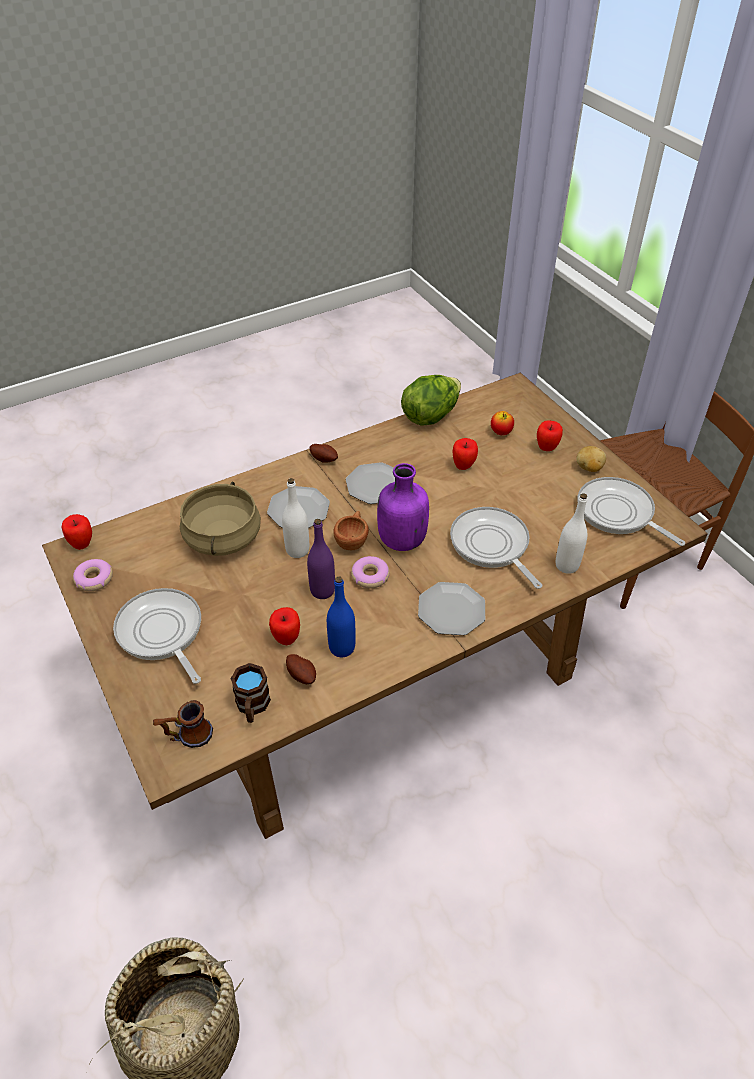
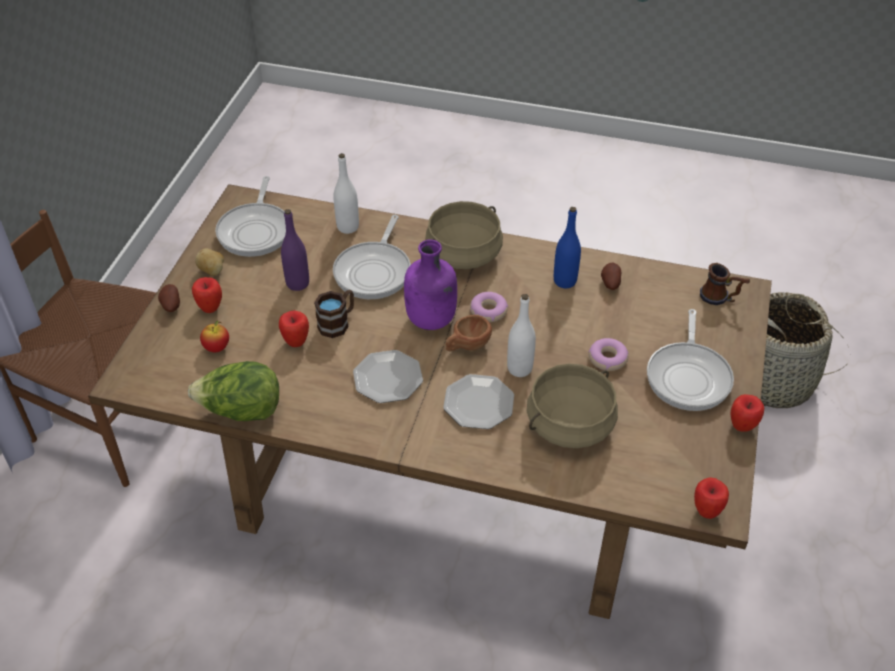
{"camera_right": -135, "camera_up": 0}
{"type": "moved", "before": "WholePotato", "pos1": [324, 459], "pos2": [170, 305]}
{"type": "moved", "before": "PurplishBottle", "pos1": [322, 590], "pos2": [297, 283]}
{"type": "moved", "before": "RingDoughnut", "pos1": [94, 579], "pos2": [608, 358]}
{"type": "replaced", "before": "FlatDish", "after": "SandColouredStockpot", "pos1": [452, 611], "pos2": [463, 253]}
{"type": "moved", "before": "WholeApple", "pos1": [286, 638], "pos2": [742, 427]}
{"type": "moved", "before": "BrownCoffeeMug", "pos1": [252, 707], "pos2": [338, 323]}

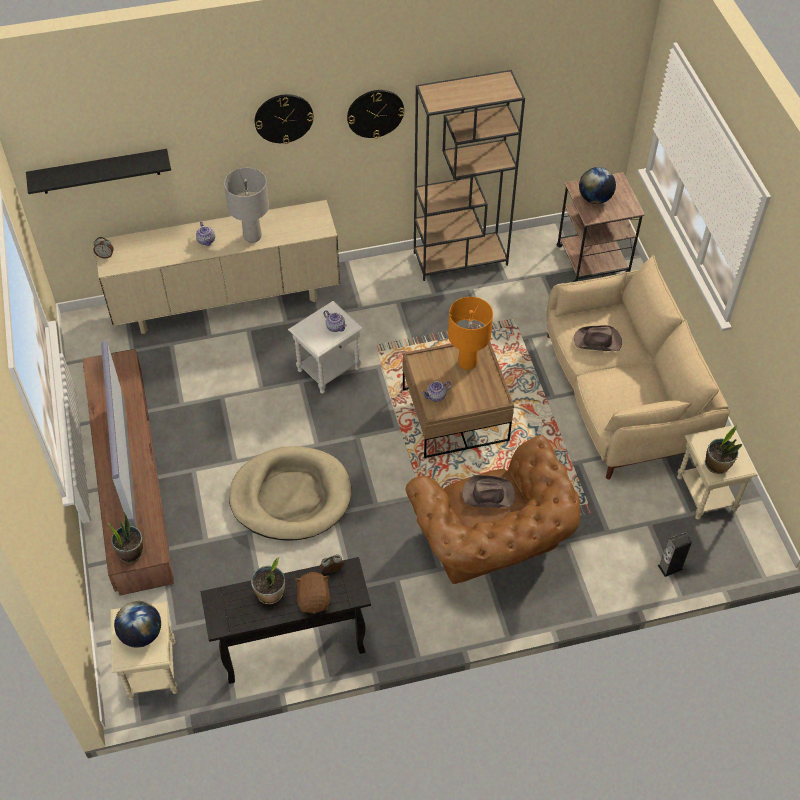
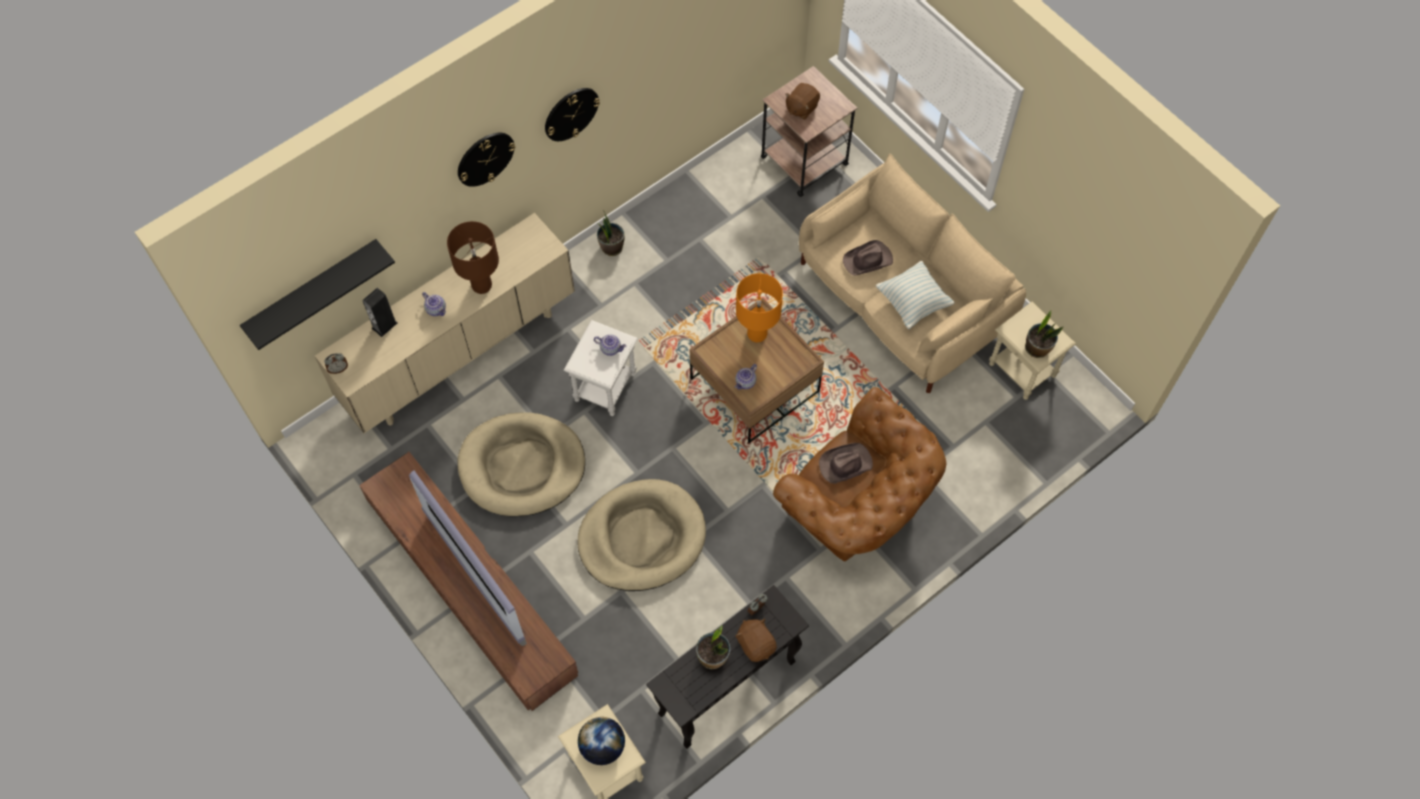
{"camera_right": -25, "camera_up": 10}
{"type": "removed", "before": "Bookcase", "pos1": [460, 258]}
{"type": "replaced", "before": "DeskGlobe", "after": "BrownPlushToy", "pos1": [595, 199], "pos2": [801, 108]}
{"type": "recoloured", "before": "GreyishTableLamp", "after": "BrownTableLamp", "pos1": [252, 237], "pos2": [482, 286]}
{"type": "moved", "before": "PottedPlant", "pos1": [131, 552], "pos2": [611, 247]}
{"type": "moved", "before": "AudioSpeaker", "pos1": [670, 567], "pos2": [384, 325]}
{"type": "added", "after": "Cushion", "pos2": [913, 302]}
{"type": "added", "after": "SandColouredPetBed", "pos2": [522, 466]}

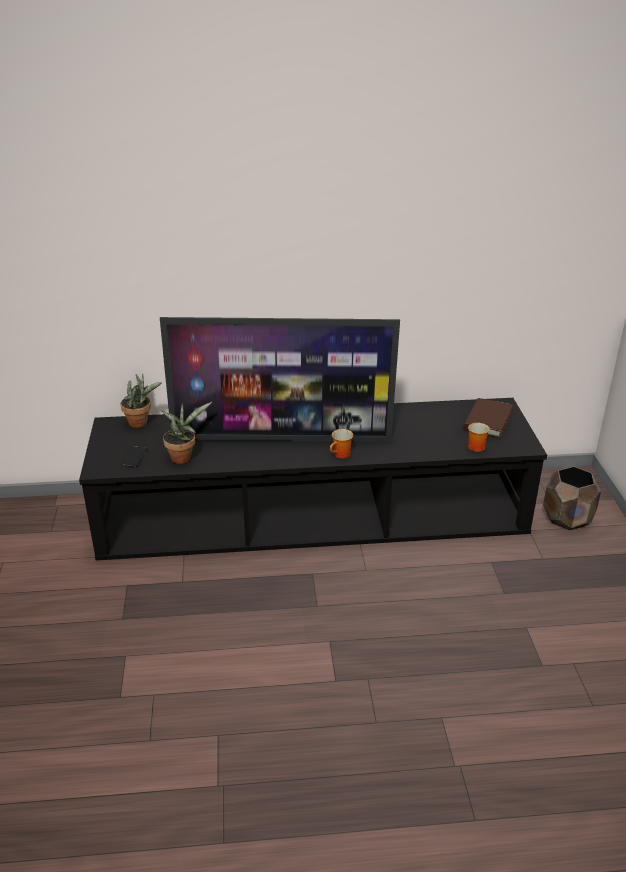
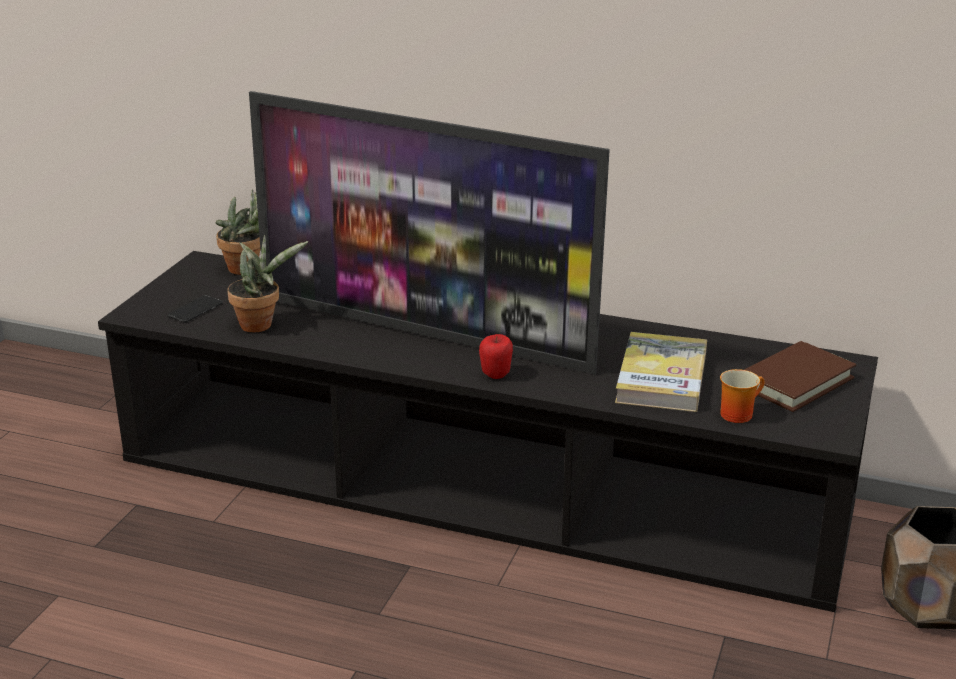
{"camera_right": 25, "camera_up": -5}
{"type": "replaced", "before": "CoffeeMug", "after": "WholeApple", "pos1": [341, 455], "pos2": [495, 375]}
{"type": "added", "after": "BoundBook", "pos2": [662, 377]}

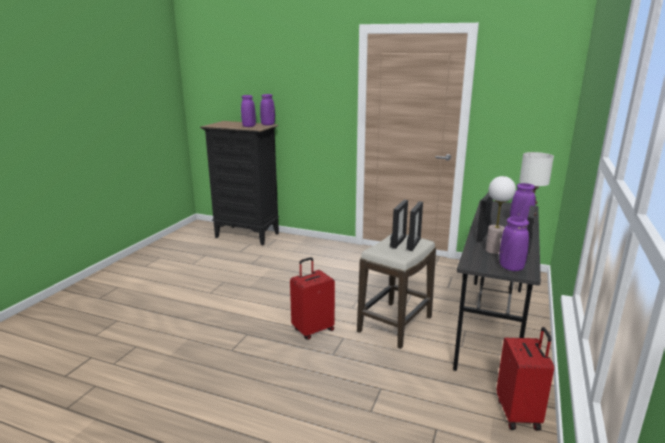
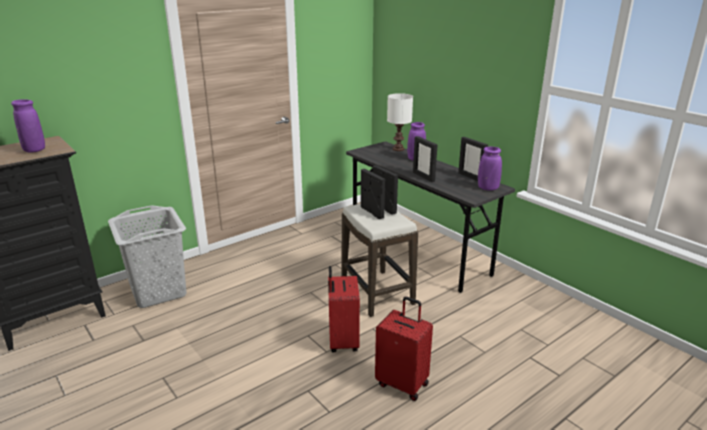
{"camera_right": -60, "camera_up": 5}
{"type": "removed", "before": "PurplishFlowerVase", "pos1": [268, 125]}
{"type": "removed", "before": "TableLamp", "pos1": [494, 251]}
{"type": "moved", "before": "RedTravelCase", "pos1": [519, 414], "pos2": [403, 383]}
{"type": "added", "after": "GreyishLaundryBasket", "pos2": [159, 291]}

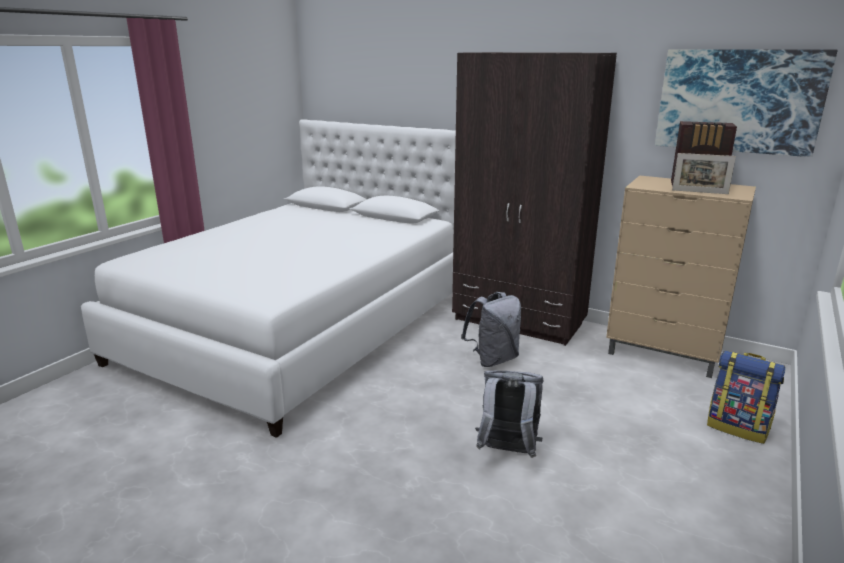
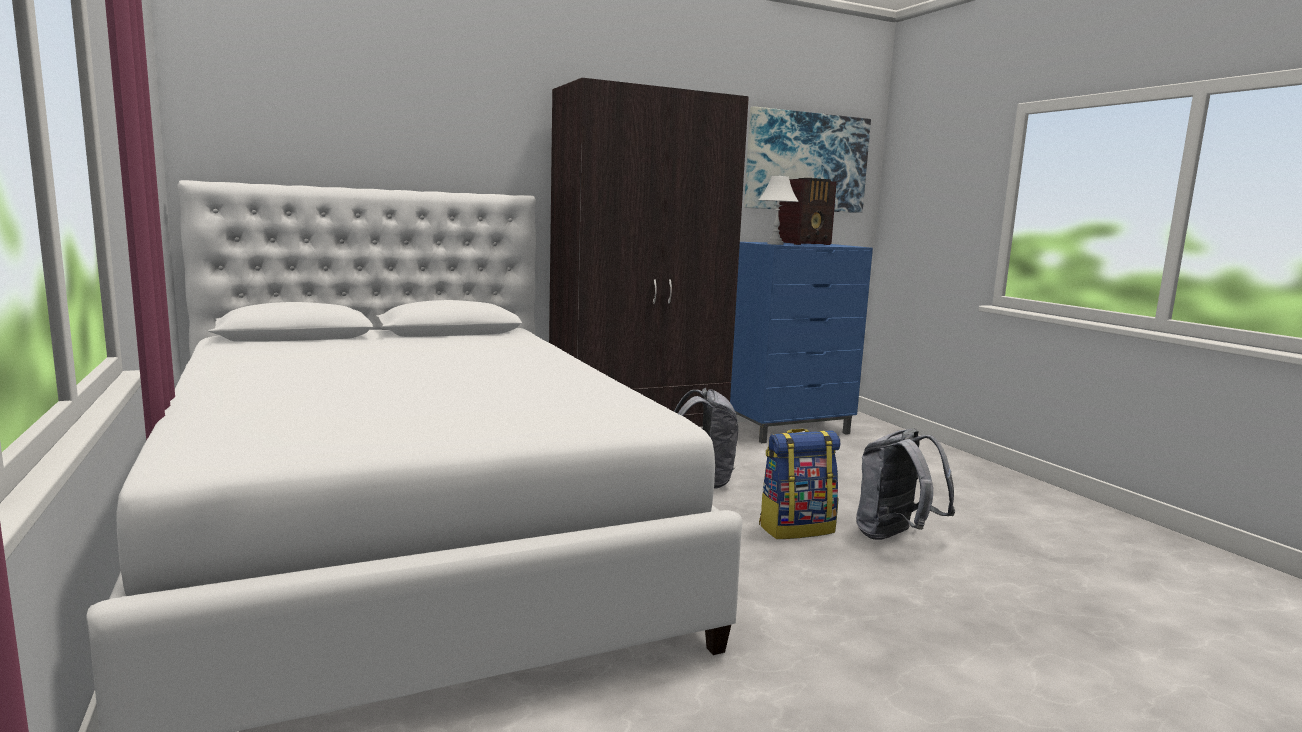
{"camera_right": -55, "camera_up": -10}
{"type": "removed", "before": "PictureFrame", "pos1": [699, 192]}
{"type": "recoloured", "before": "SandColouredDrawerChest", "after": "BluishDrawerChest", "pos1": [664, 353], "pos2": [789, 429]}
{"type": "moved", "before": "Backpack", "pos1": [738, 427], "pos2": [796, 528]}
{"type": "added", "after": "WhiteColouredTableLamp", "pos2": [775, 244]}

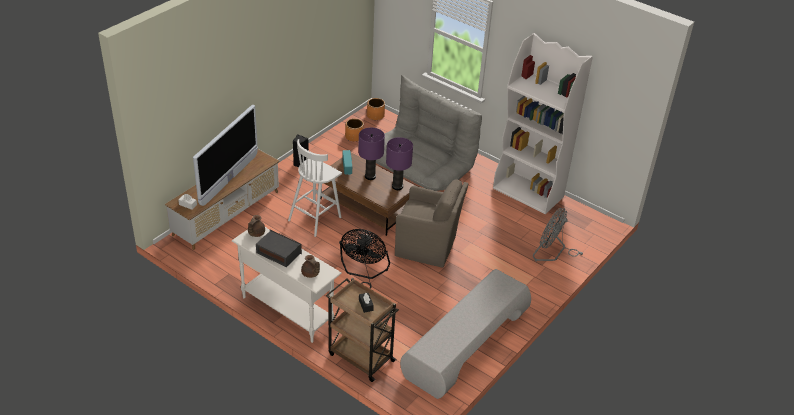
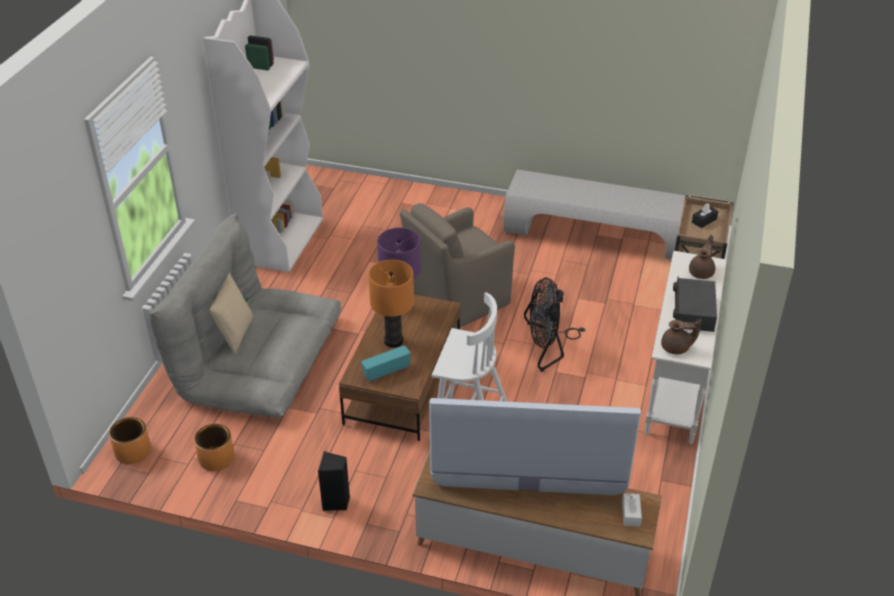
{"camera_right": -110, "camera_up": 0}
{"type": "recoloured", "before": "PurplishTableLamp", "after": "OrangeColouredTableLamp", "pos1": [370, 176], "pos2": [393, 341]}
{"type": "turned", "before": "BrownArmchair", "pos1": [427, 247], "pos2": [457, 300], "turn": -120}
{"type": "removed", "before": "GreyishElectricFan", "pos1": [554, 250]}
{"type": "added", "after": "SandColouredCushion", "pos2": [235, 334]}

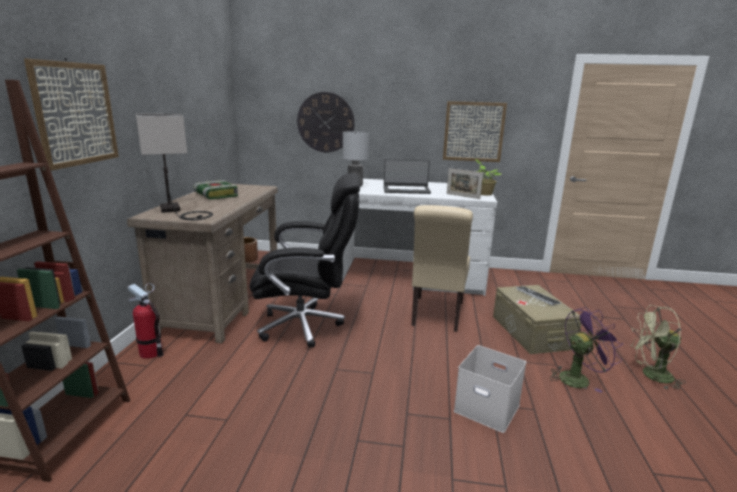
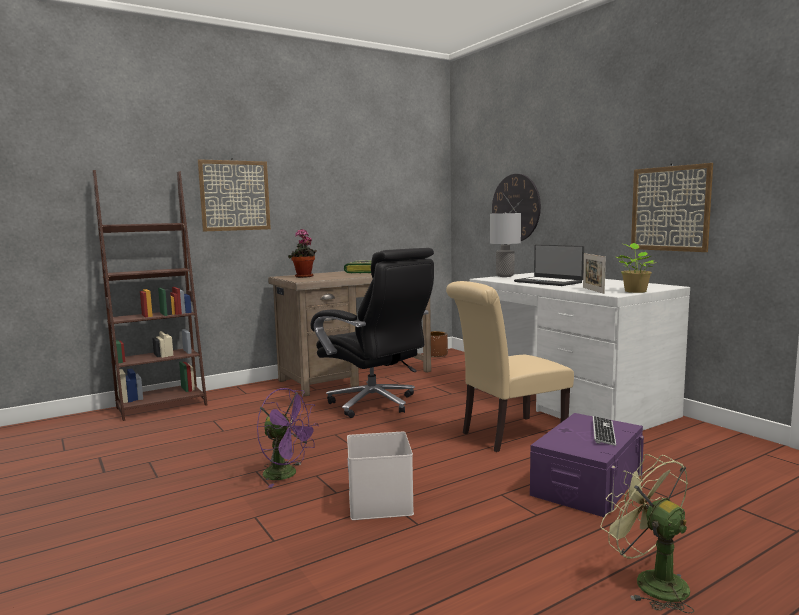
{"camera_right": 50, "camera_up": -10}
{"type": "replaced", "before": "TableLamp", "after": "PottedPlant", "pos1": [179, 212], "pos2": [304, 277]}
{"type": "removed", "before": "Extinguisher", "pos1": [151, 352]}
{"type": "recoloured", "before": "SandColouredStorageBox", "after": "PurplishStorageBox", "pos1": [531, 332], "pos2": [587, 483]}
{"type": "moved", "before": "PurplishElectricFan", "pos1": [578, 378], "pos2": [287, 474]}

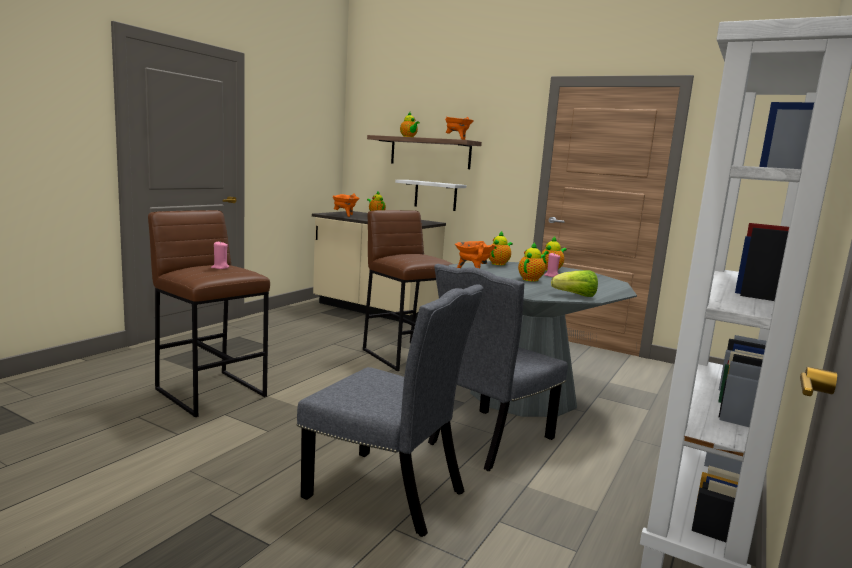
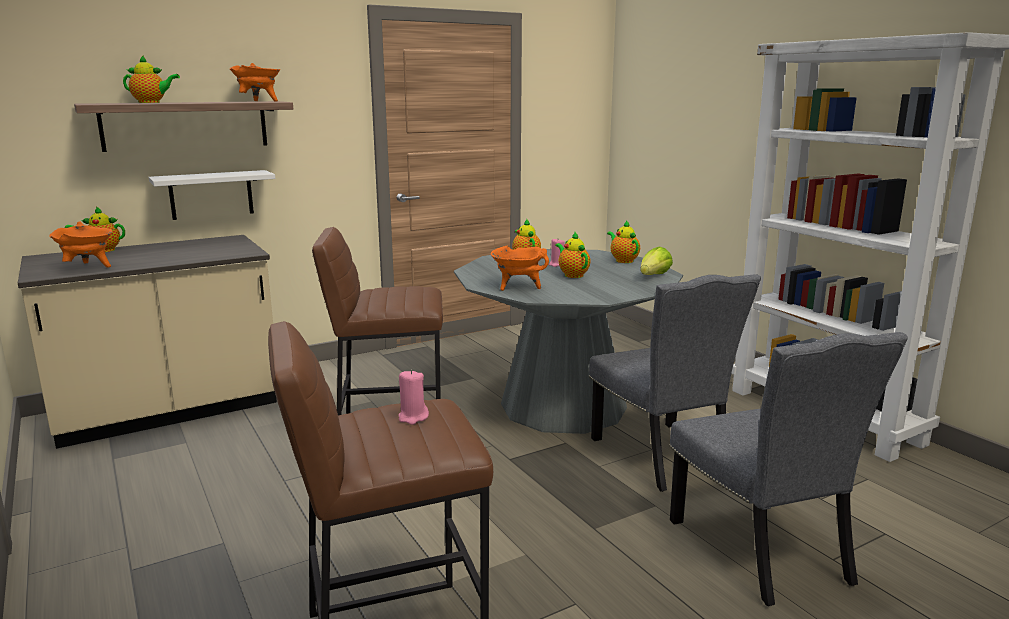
{"camera_right": -60, "camera_up": 5}
{"type": "moved", "before": "PotForTea", "pos1": [499, 263], "pos2": [623, 260]}
{"type": "turned", "before": "GreyishPlainChair", "pos1": [384, 491], "pos2": [759, 547], "turn": 105}

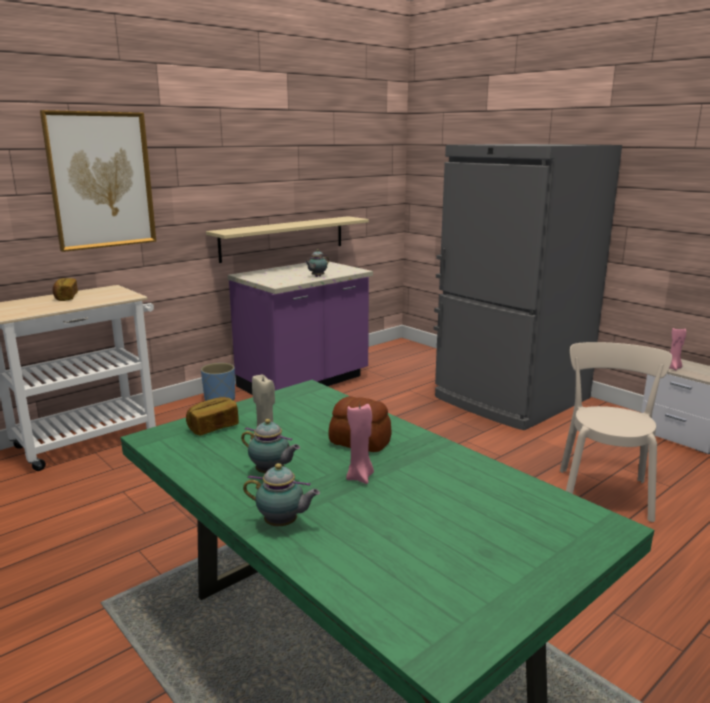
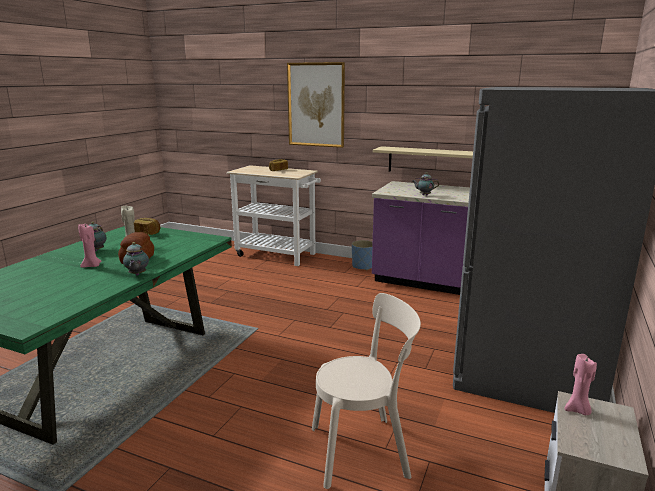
{"camera_right": 65, "camera_up": 0}
{"type": "moved", "before": "PotForTea", "pos1": [283, 524], "pos2": [137, 274]}

